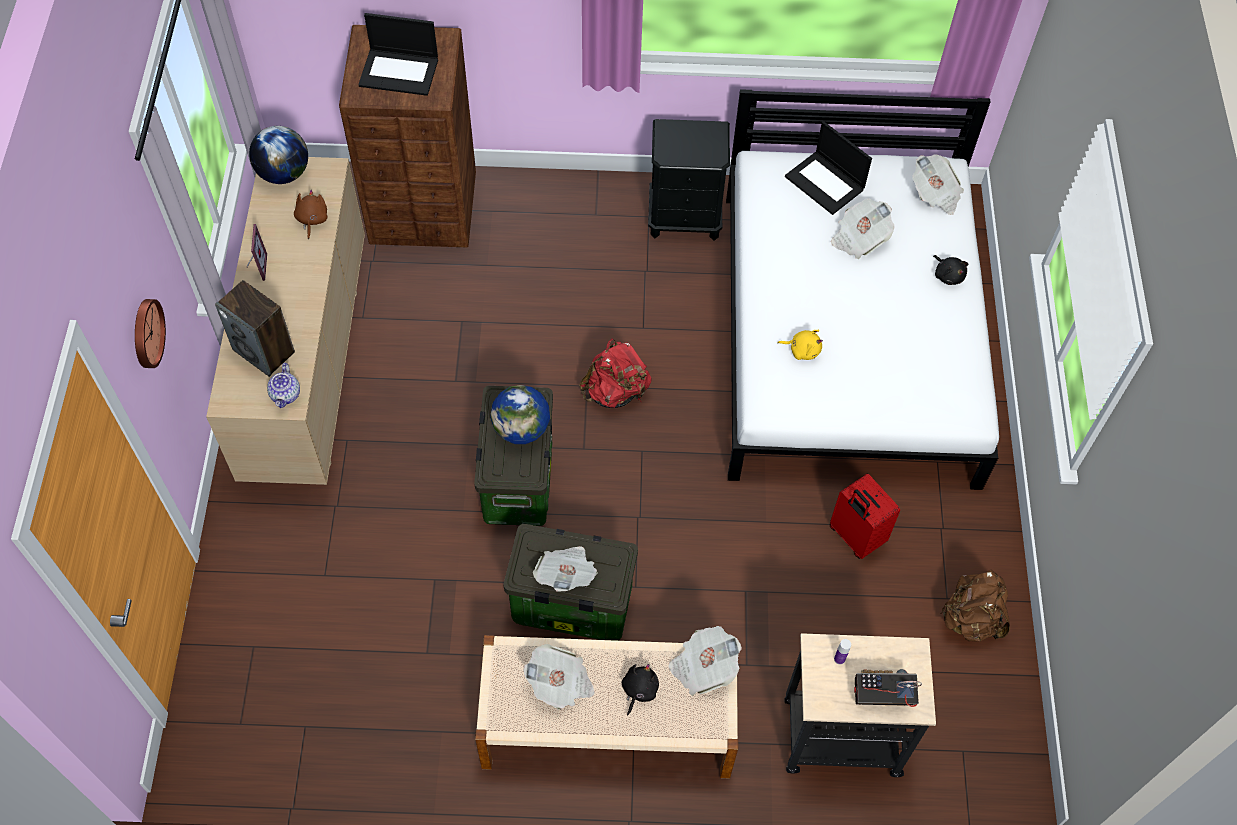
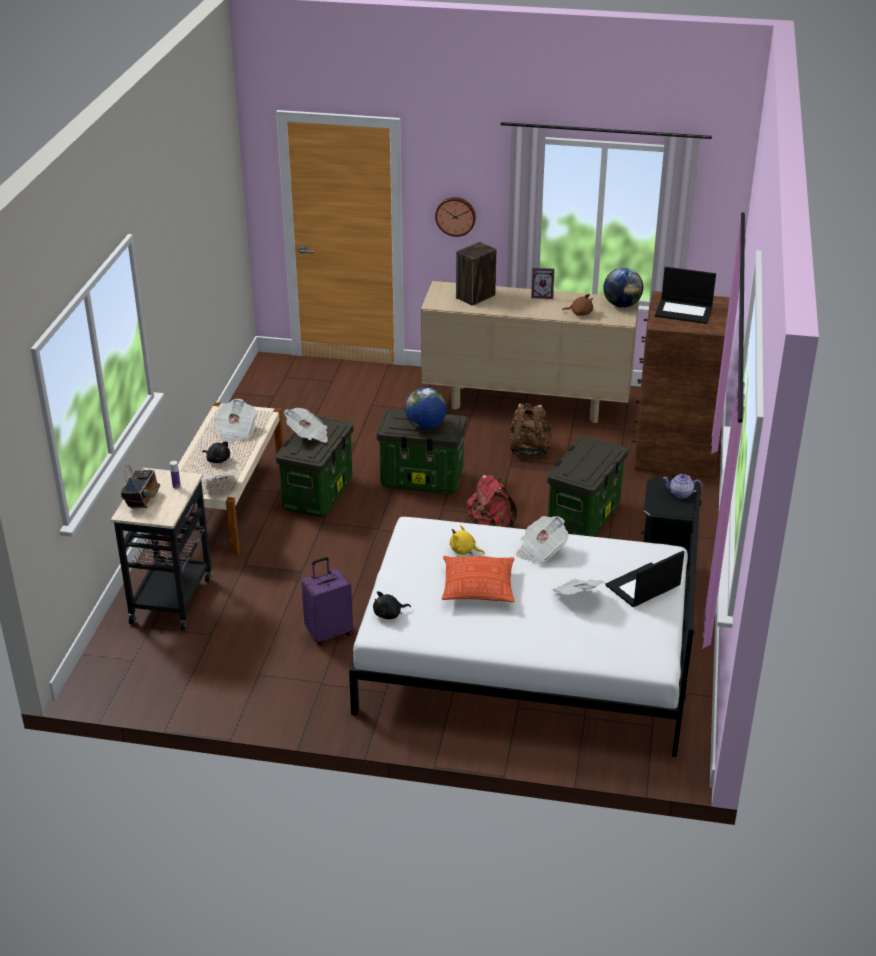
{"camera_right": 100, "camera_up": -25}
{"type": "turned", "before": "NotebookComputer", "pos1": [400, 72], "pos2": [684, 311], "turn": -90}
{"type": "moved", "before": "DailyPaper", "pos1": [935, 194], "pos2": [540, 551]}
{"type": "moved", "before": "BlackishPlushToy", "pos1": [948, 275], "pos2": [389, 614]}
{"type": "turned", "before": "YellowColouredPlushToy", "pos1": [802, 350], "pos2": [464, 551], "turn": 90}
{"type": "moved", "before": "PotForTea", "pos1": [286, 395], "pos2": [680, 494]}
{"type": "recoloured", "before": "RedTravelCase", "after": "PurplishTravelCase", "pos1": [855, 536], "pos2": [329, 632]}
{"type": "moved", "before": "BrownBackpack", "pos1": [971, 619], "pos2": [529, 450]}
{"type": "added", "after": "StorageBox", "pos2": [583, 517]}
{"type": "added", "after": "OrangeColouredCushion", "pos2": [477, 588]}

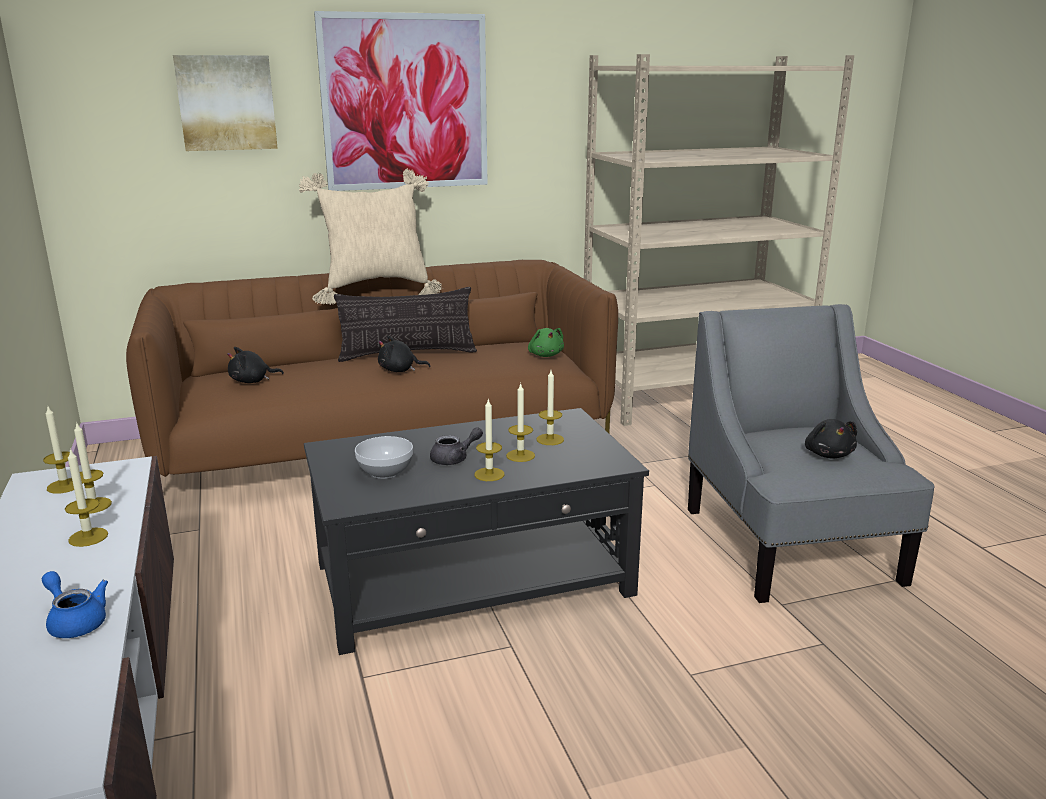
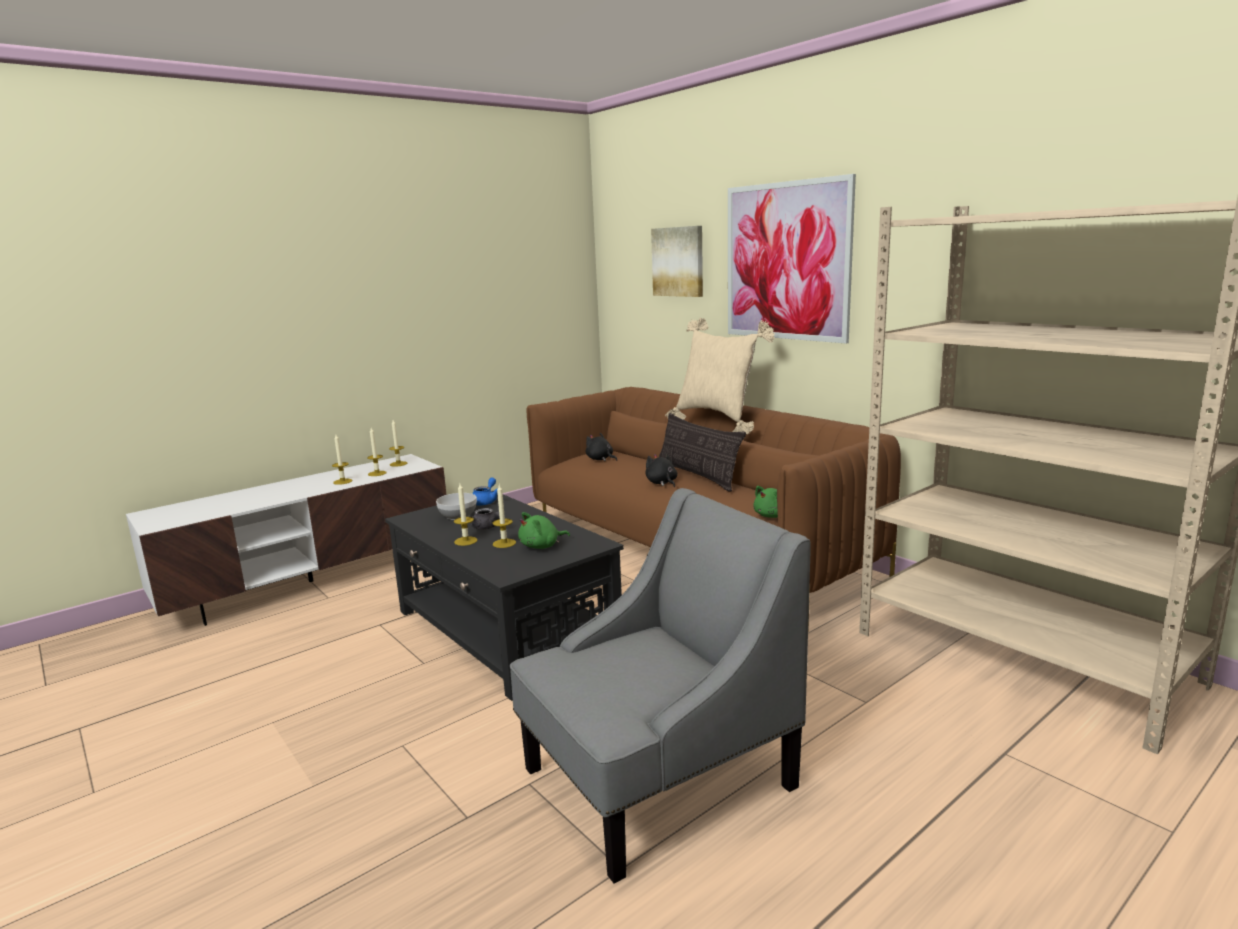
{"camera_right": 70, "camera_up": -5}
{"type": "replaced", "before": "Candle", "after": "GreenPlushToy", "pos1": [550, 439], "pos2": [542, 546]}
{"type": "removed", "before": "BlackishPlushToy", "pos1": [828, 454]}
{"type": "moved", "before": "BluishPotForTea", "pos1": [75, 621], "pos2": [486, 501]}

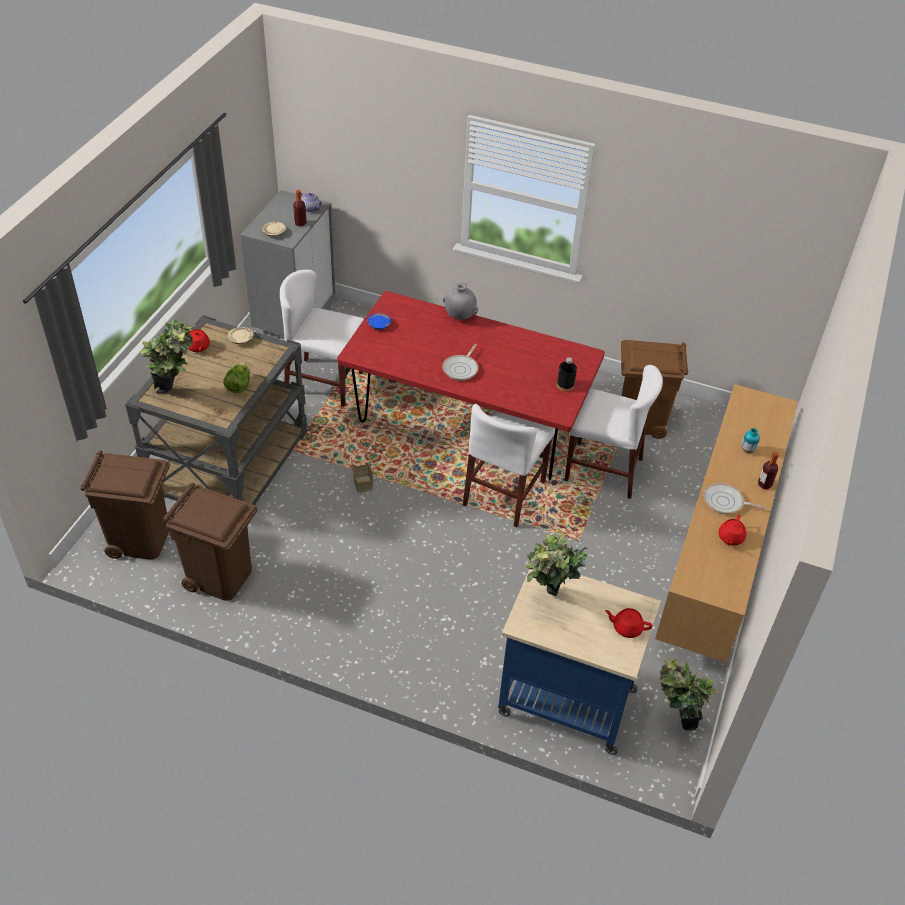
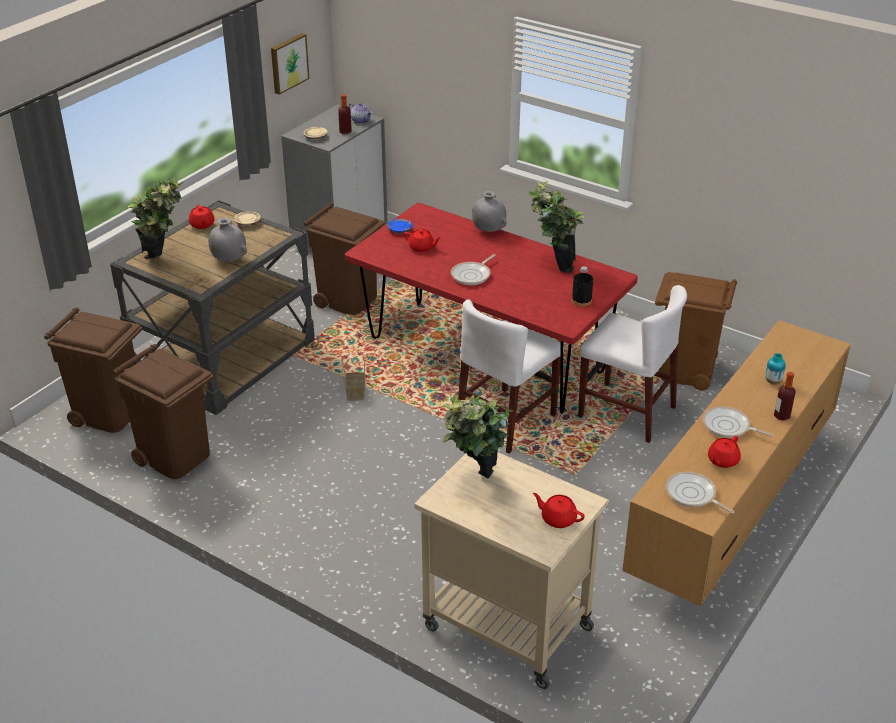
{"camera_right": 15, "camera_up": -10}
{"type": "replaced", "before": "WhiteColouredPlainChair", "after": "BrownTrashCan", "pos1": [324, 382], "pos2": [348, 300]}
{"type": "replaced", "before": "Lettuce", "after": "GreyishFlowerVase", "pos1": [239, 385], "pos2": [229, 260]}
{"type": "recoloured", "before": "BluishTrolley", "after": "SandColouredTrolley", "pos1": [565, 702], "pos2": [506, 628]}
{"type": "moved", "before": "PottedPlant", "pos1": [673, 724], "pos2": [552, 267]}
{"type": "added", "after": "WallArt", "pos2": [288, 63]}
{"type": "added", "after": "RedPotForTea", "pos2": [422, 247]}
{"type": "added", "after": "FryingPan", "pos2": [692, 495]}

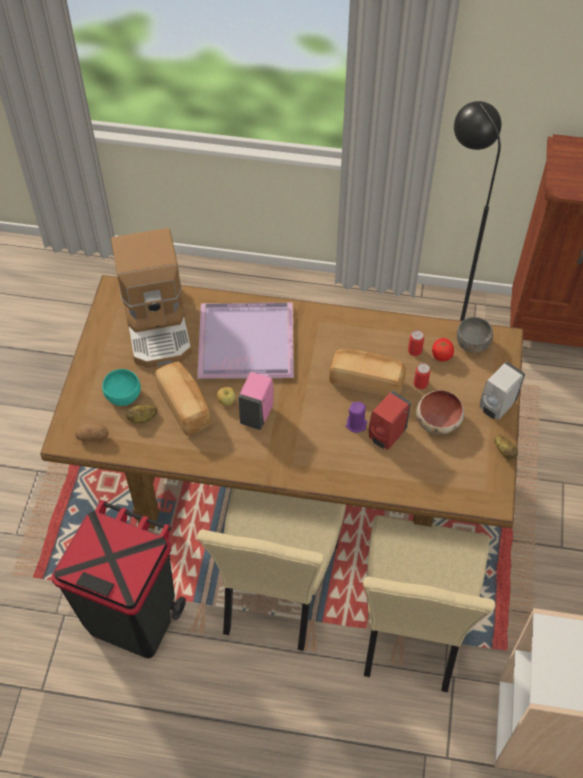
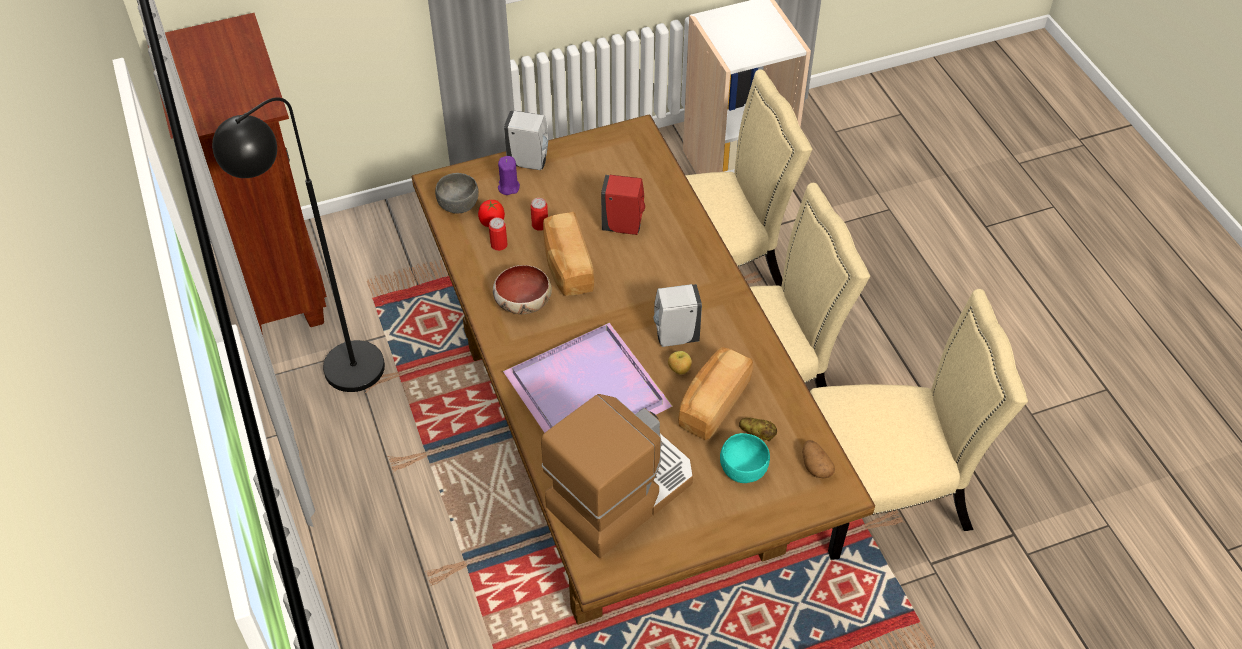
{"camera_right": -120, "camera_up": -5}
{"type": "recoloured", "before": "PinkishLiquidSoapBottle", "after": "WhiteColouredLiquidSoapBottle", "pos1": [257, 414], "pos2": [674, 336]}
{"type": "moved", "before": "Bowl", "pos1": [438, 420], "pos2": [522, 302]}
{"type": "moved", "before": "PurplishCandle", "pos1": [356, 424], "pos2": [508, 187]}
{"type": "removed", "before": "WholePotato", "pos1": [504, 451]}
{"type": "replaced", "before": "BlackishTrashCan", "after": "SandColouredPlainChair", "pos1": [133, 618], "pos2": [883, 499]}

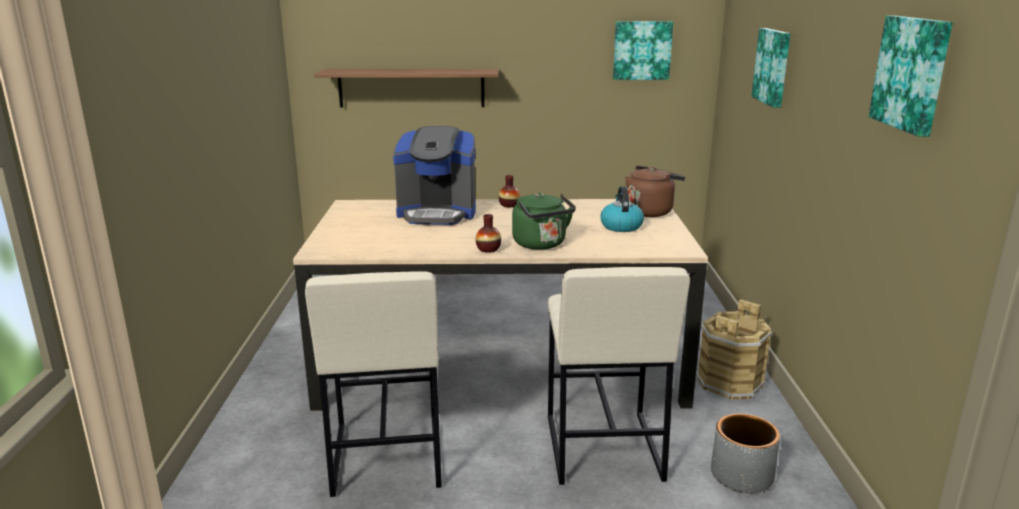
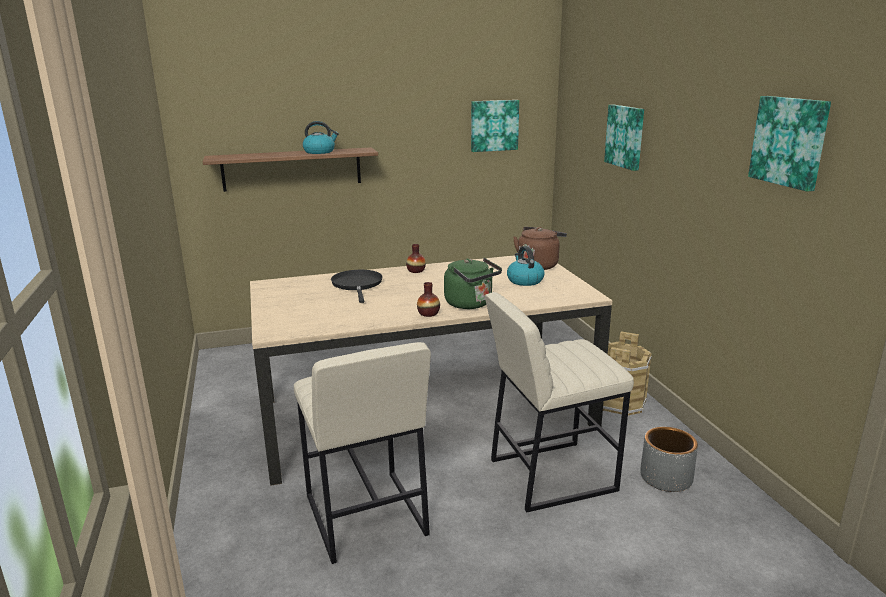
{"camera_right": -15, "camera_up": 0}
{"type": "replaced", "before": "CoffeeMaker", "after": "BlackishFryingPan", "pos1": [437, 213], "pos2": [357, 285]}
{"type": "turned", "before": "SandColouredPlainChair", "pos1": [604, 449], "pos2": [549, 475], "turn": 90}
{"type": "added", "after": "WaterKettle", "pos2": [320, 152]}

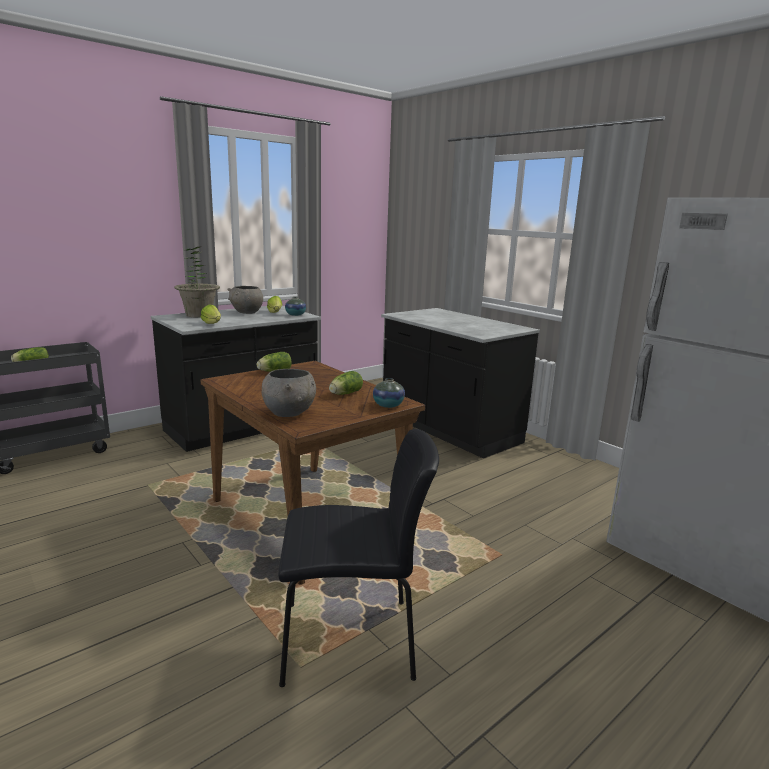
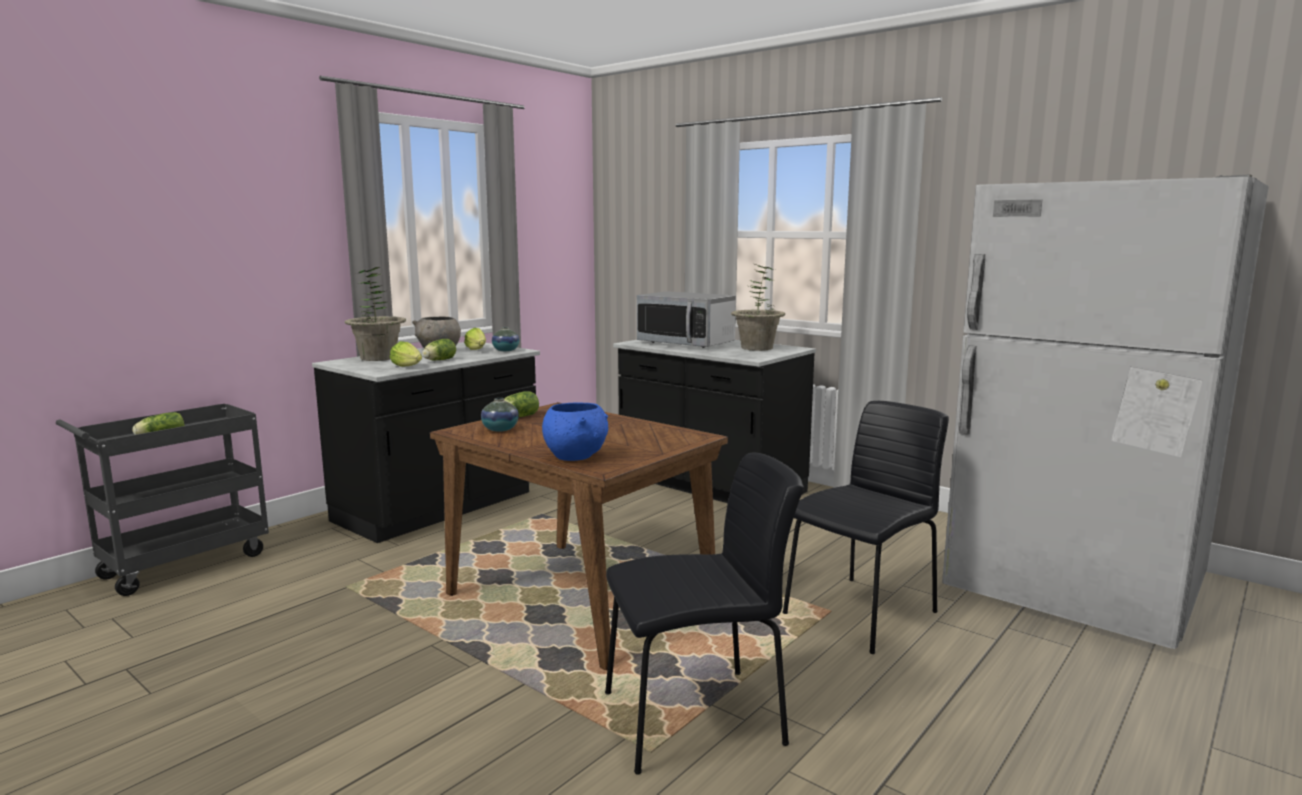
{"camera_right": -10, "camera_up": -5}
{"type": "recoloured", "before": "GreyishBowl", "after": "BluishBowl", "pos1": [289, 413], "pos2": [576, 457]}
{"type": "moved", "before": "Lettuce", "pos1": [344, 394], "pos2": [438, 360]}
{"type": "moved", "before": "FlowerVase", "pos1": [388, 405], "pos2": [500, 429]}
{"type": "added", "after": "PottedPlant", "pos2": [757, 348]}
{"type": "added", "after": "MicrowaveOven", "pos2": [686, 343]}
{"type": "added", "after": "BlackishPlainChair", "pos2": [863, 611]}

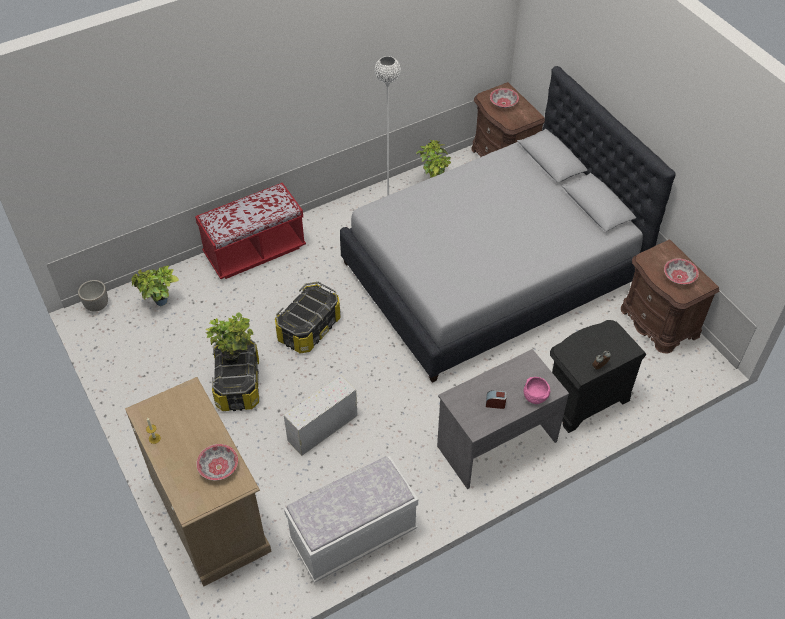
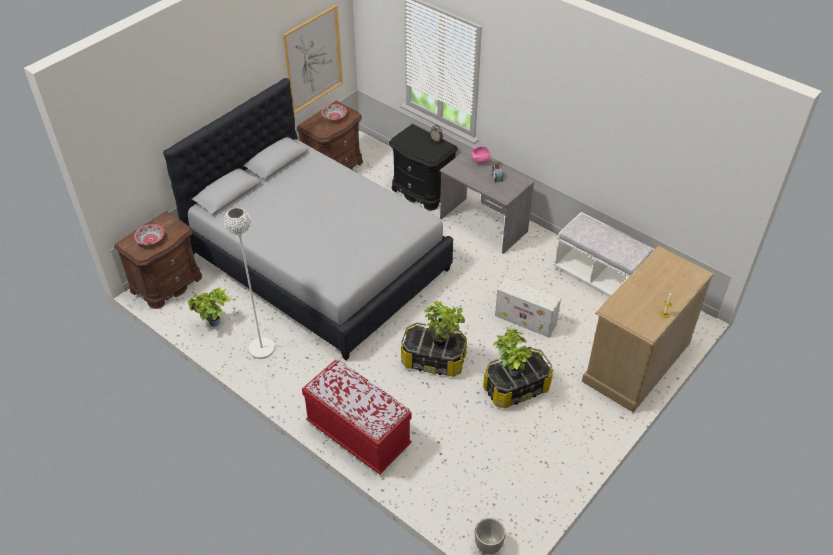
{"camera_right": -110, "camera_up": -5}
{"type": "moved", "before": "PottedPlant", "pos1": [160, 304], "pos2": [443, 342]}
{"type": "removed", "before": "Bowl", "pos1": [219, 467]}
{"type": "added", "after": "WallArt", "pos2": [313, 59]}

